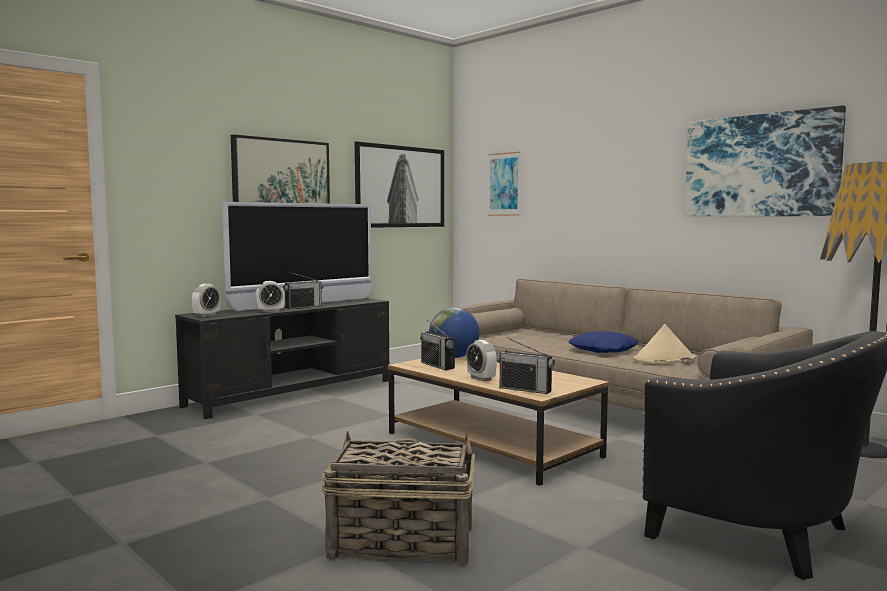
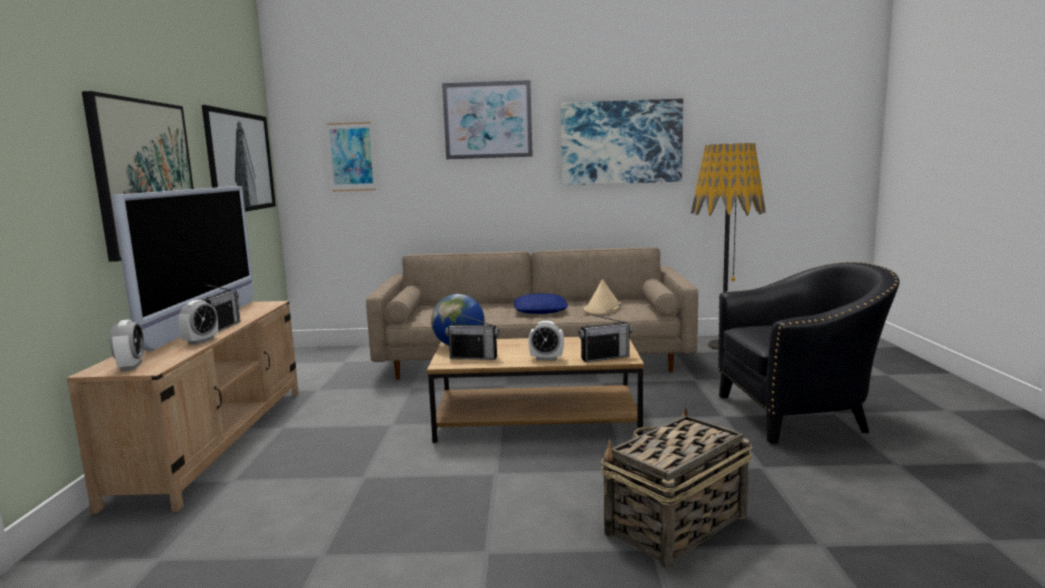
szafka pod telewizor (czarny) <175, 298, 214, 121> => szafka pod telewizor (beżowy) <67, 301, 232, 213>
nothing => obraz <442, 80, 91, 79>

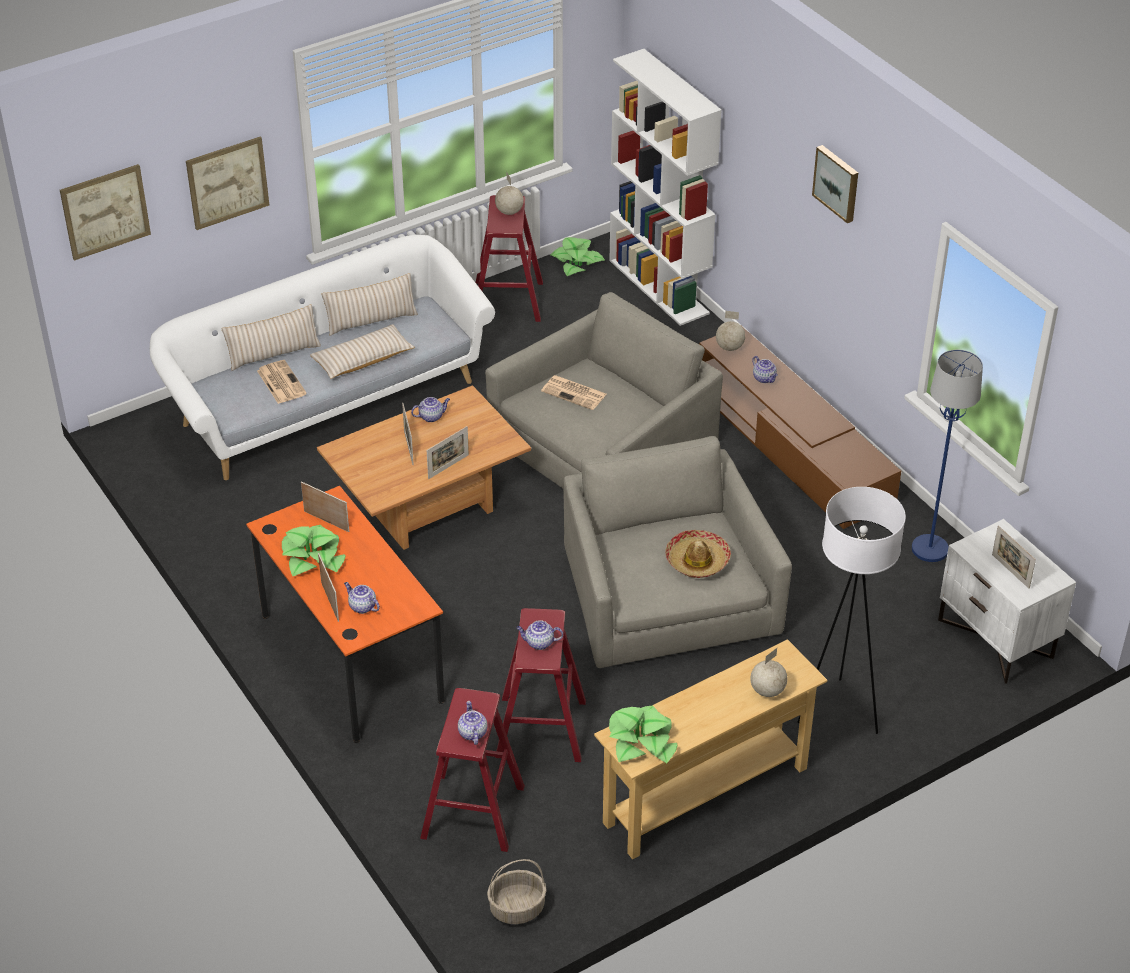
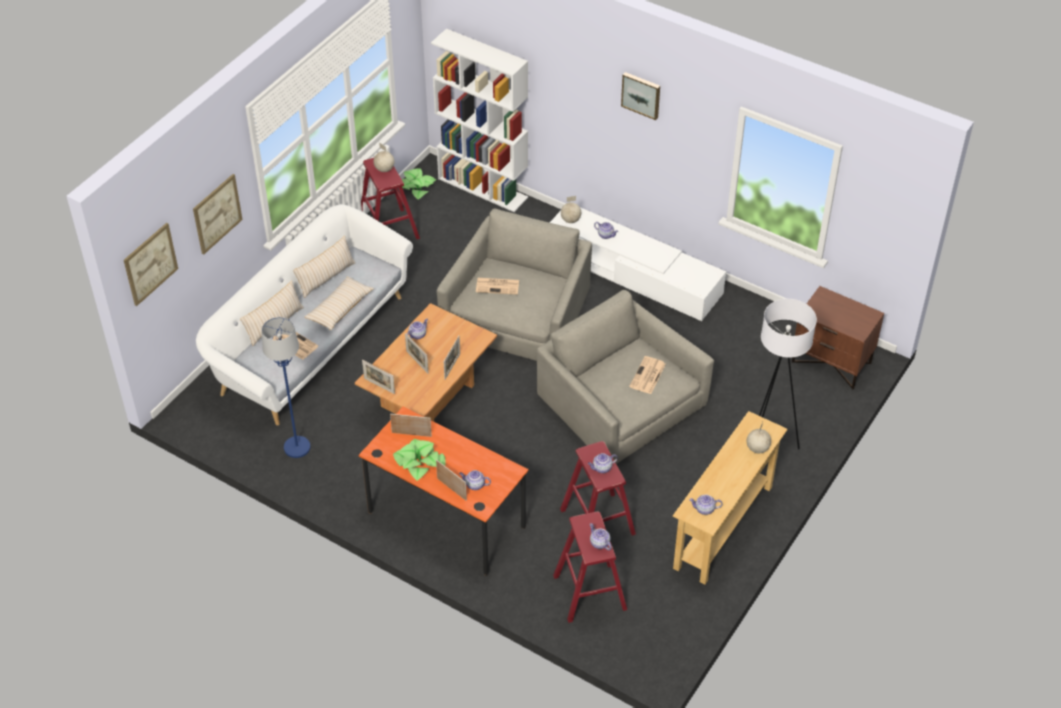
koszyk <487, 859, 60, 65> => nothing
roślina doniczkowa <609, 706, 69, 57> => imbryk <689, 495, 33, 20>
kapelusz <665, 530, 66, 48> => gazeta <629, 356, 37, 38>
szafka pod telewizor (brązowy) <699, 328, 202, 201> => szafka pod telewizor (biały) <550, 202, 176, 119>
lampa stojąca (niebieski) <912, 350, 71, 212> => lampa stojąca (niebieski) <262, 317, 49, 141>, relocated
szafka nocna (biały) <938, 519, 138, 165> => szafka nocna (brązowy) <792, 286, 92, 103>
ramka na zdjęcie <992, 525, 44, 64> => ramka na zdjęcie <362, 360, 33, 34>, relocated

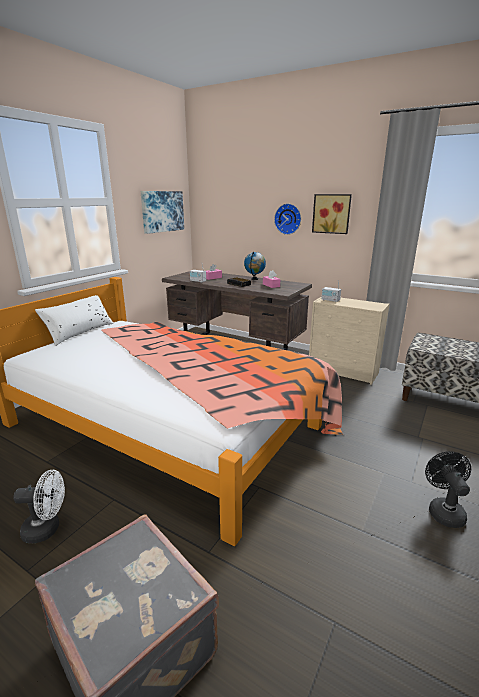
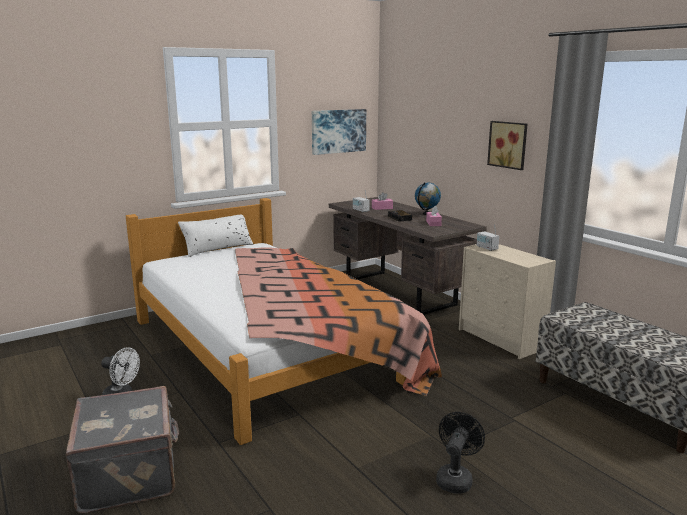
zegar ścienny <274, 204, 27, 31> => nothing

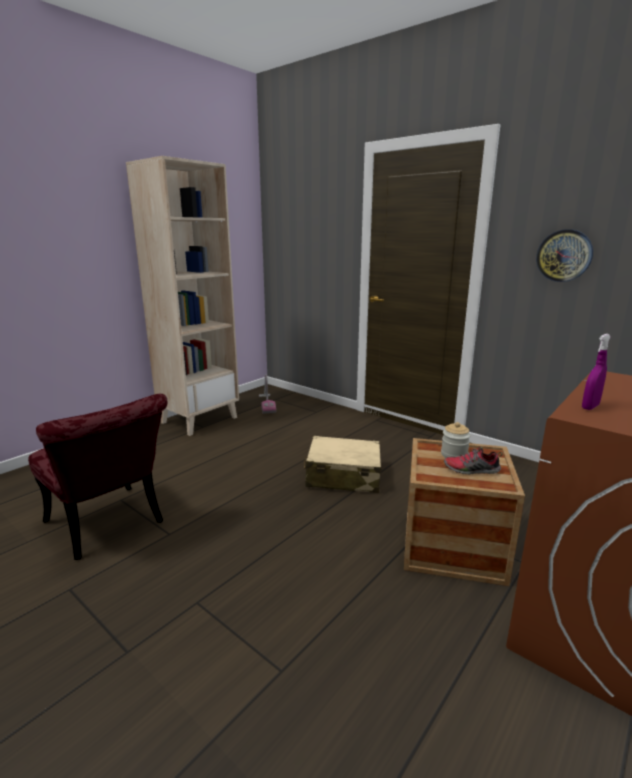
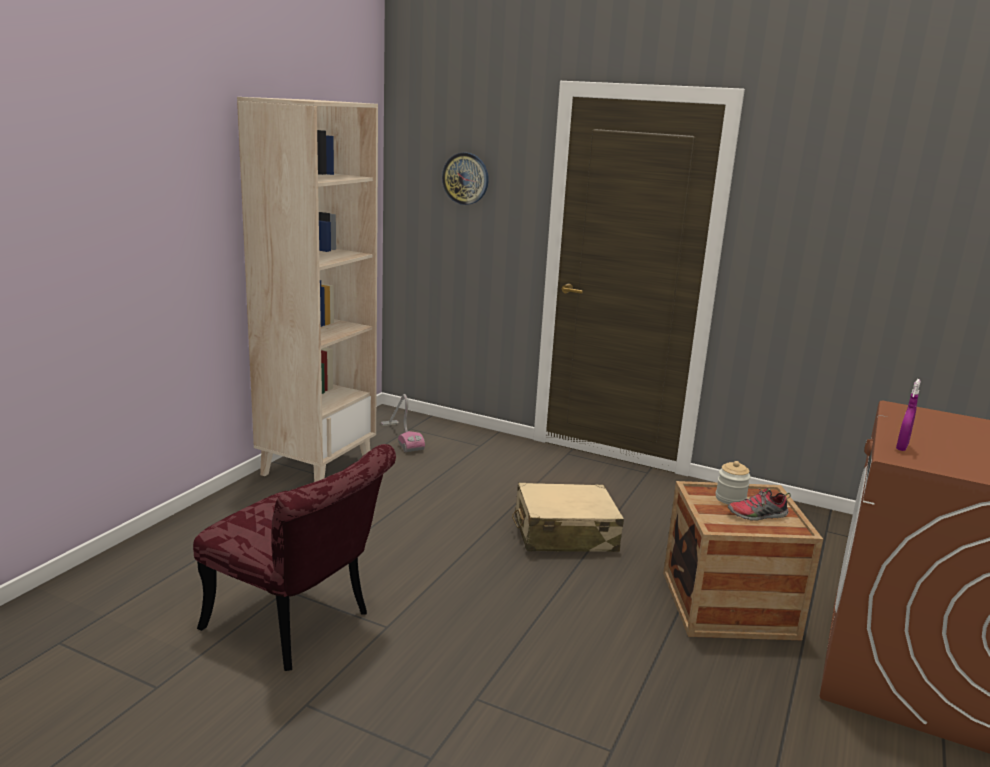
zegar ścienny <536, 229, 57, 53> => zegar ścienny <442, 152, 47, 53>, relocated

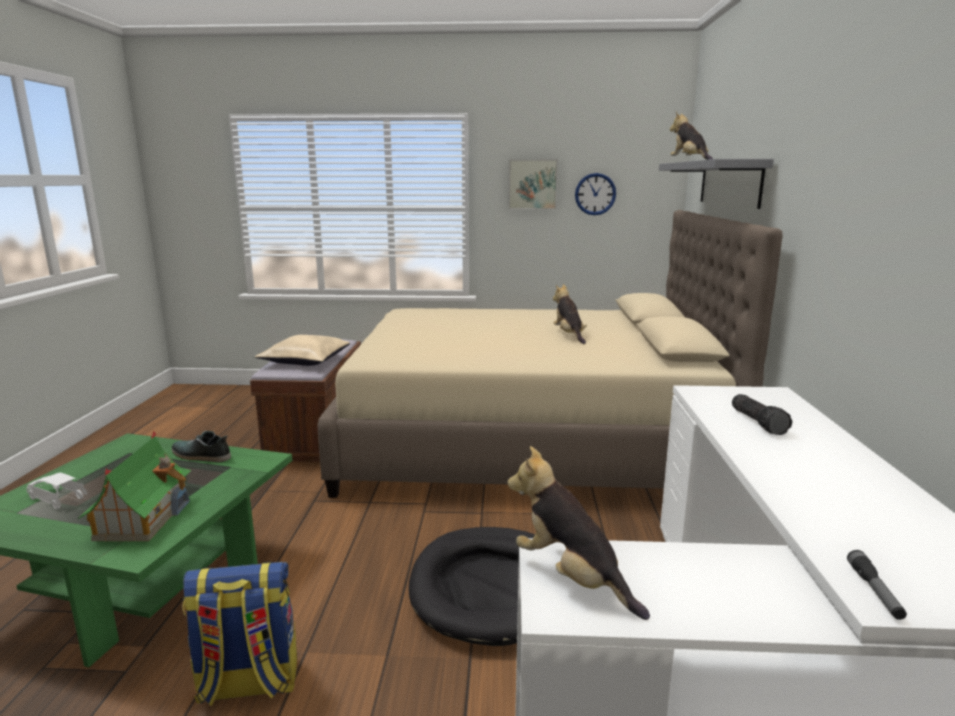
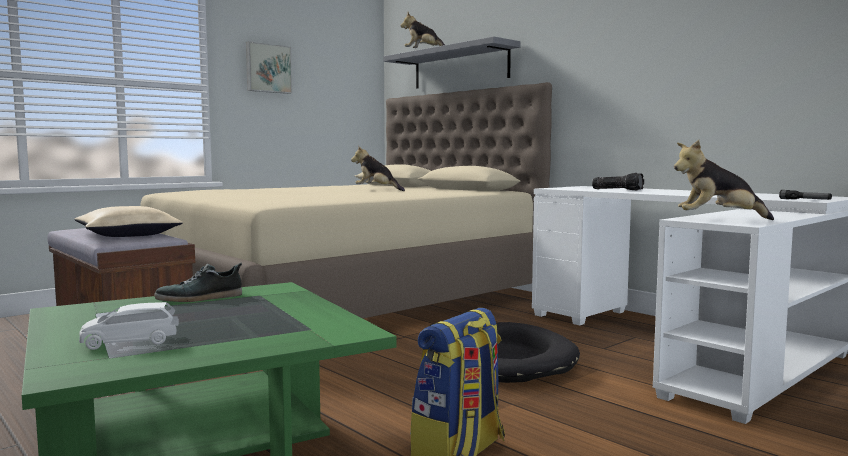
domek <77, 431, 115, 110> => nothing
zegar ścienny <575, 173, 41, 42> => nothing

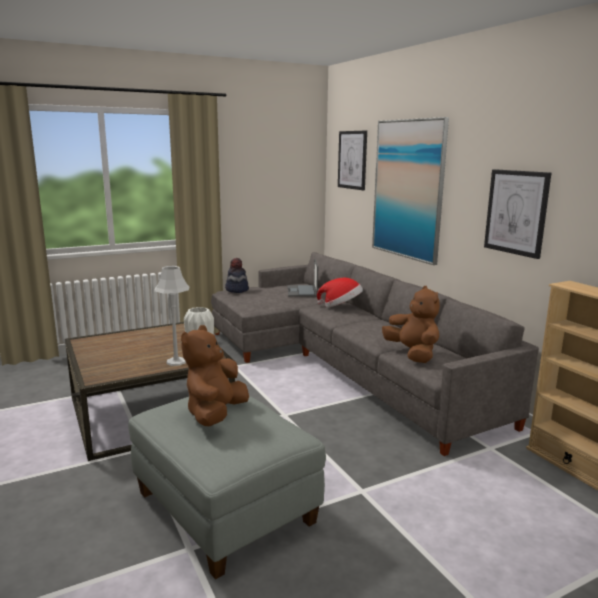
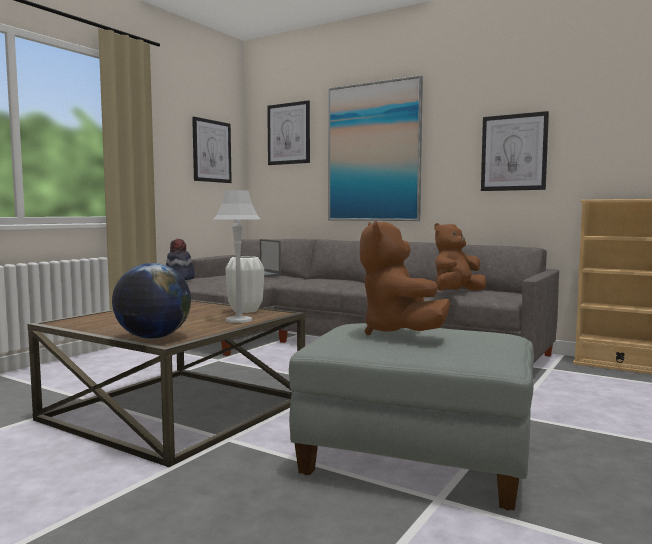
kapelusz <317, 277, 46, 30> => nothing
pluszak (brązowy) <382, 286, 58, 77> => pluszak (brązowy) <434, 223, 52, 68>, 75 degrees counterclockwise
nothing => globus <112, 263, 79, 76>
nothing => obraz <192, 117, 40, 66>

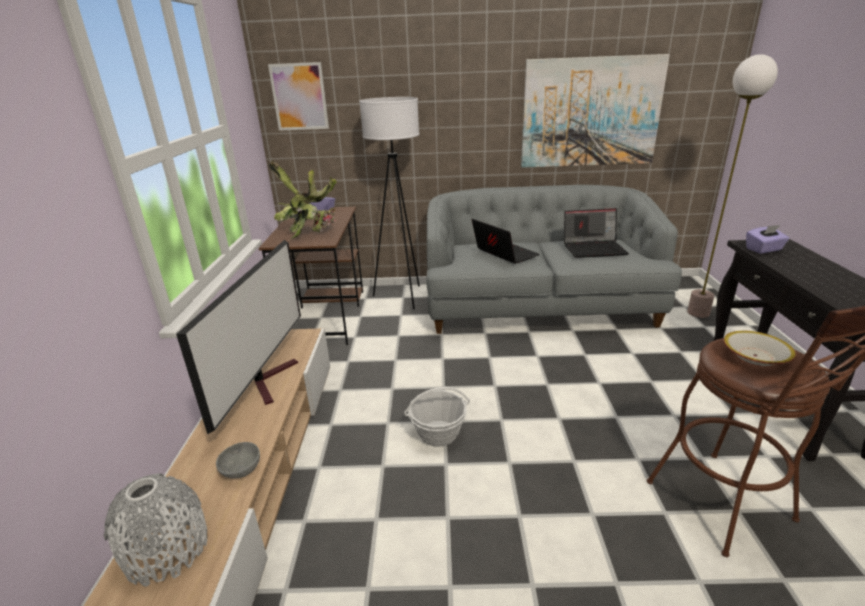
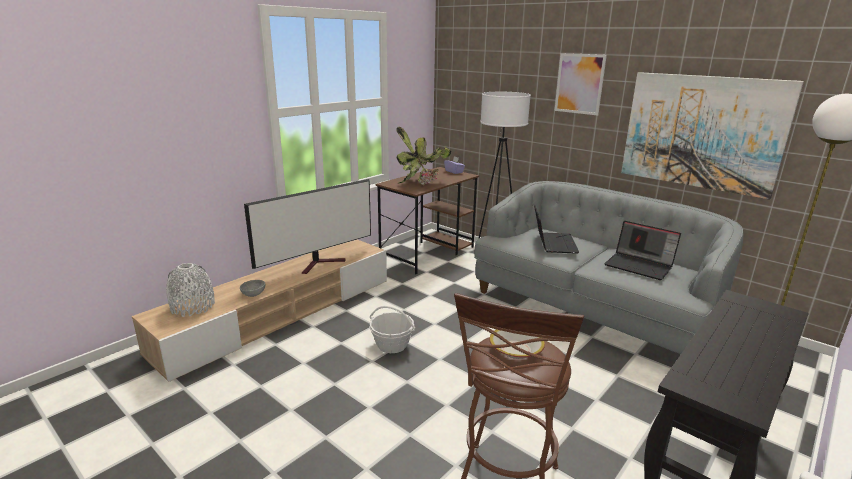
obraz <268, 62, 61, 69> => obraz <555, 53, 52, 62>, relocated
pudełko chusteczek (fioletowy) <746, 225, 44, 29> => nothing

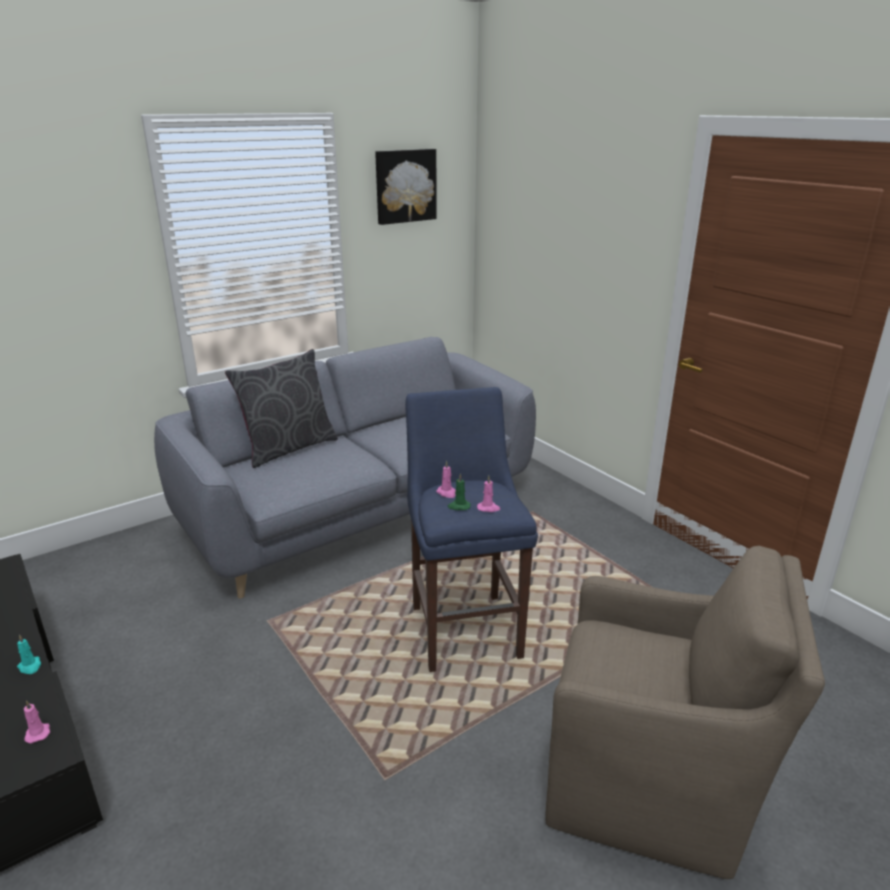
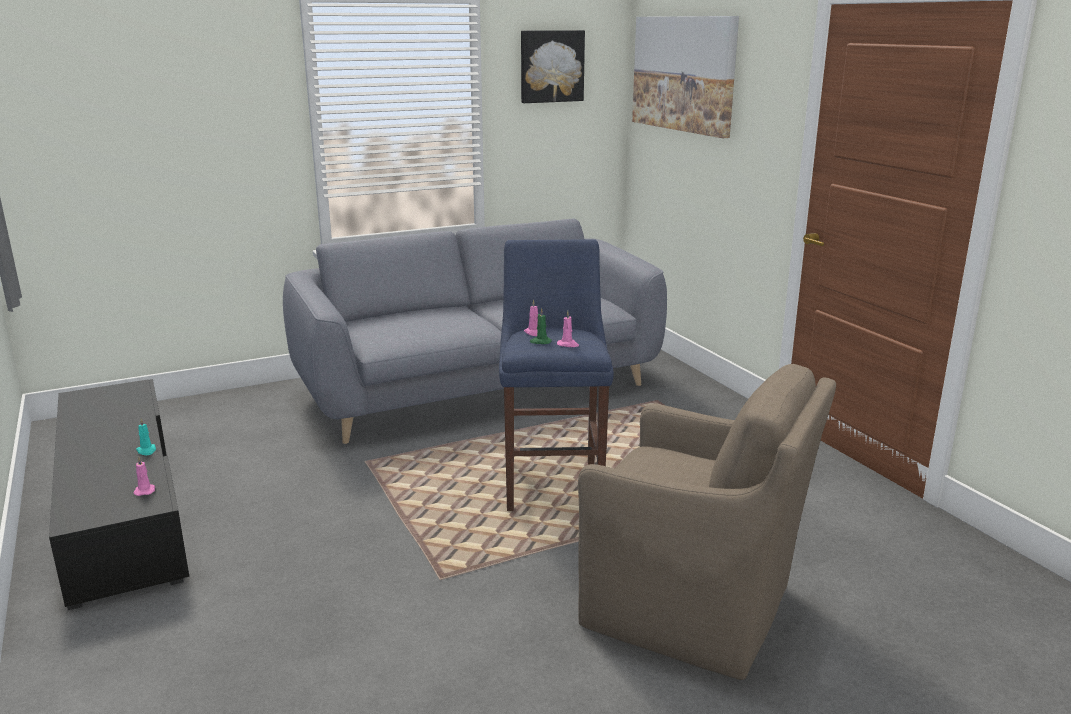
poduszka (szary) <225, 349, 113, 119> => nothing
nothing => obraz <632, 16, 107, 122>

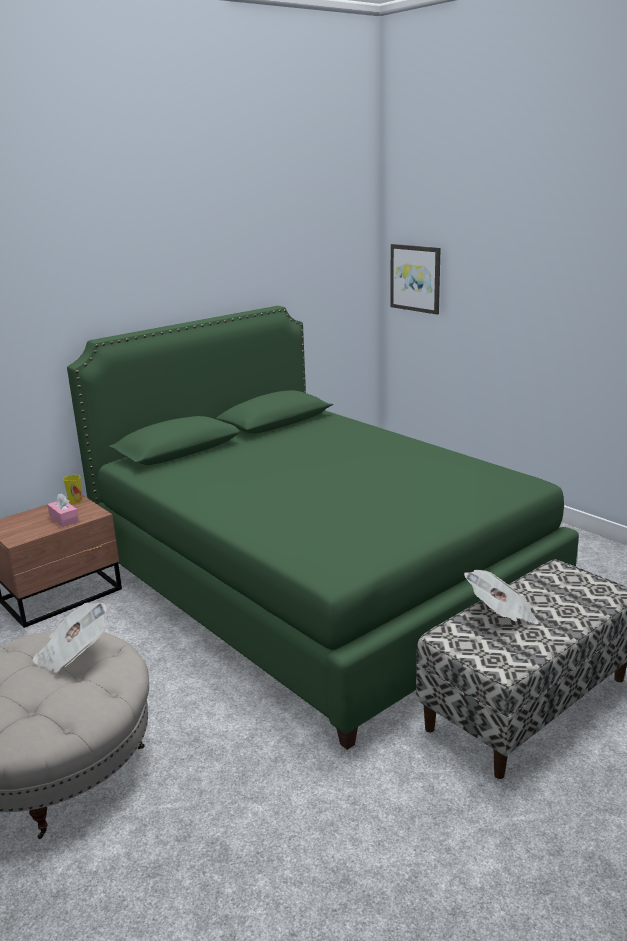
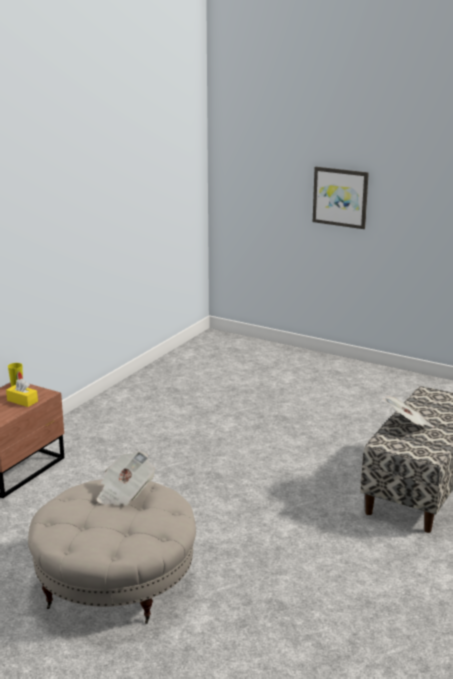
pudełko chusteczek (różowy) <47, 494, 32, 33> => pudełko chusteczek (żółty) <6, 379, 32, 28>
łóżko (zielony) <67, 306, 512, 444> => nothing
obraz <391, 244, 50, 70> => obraz <313, 167, 56, 62>, relocated

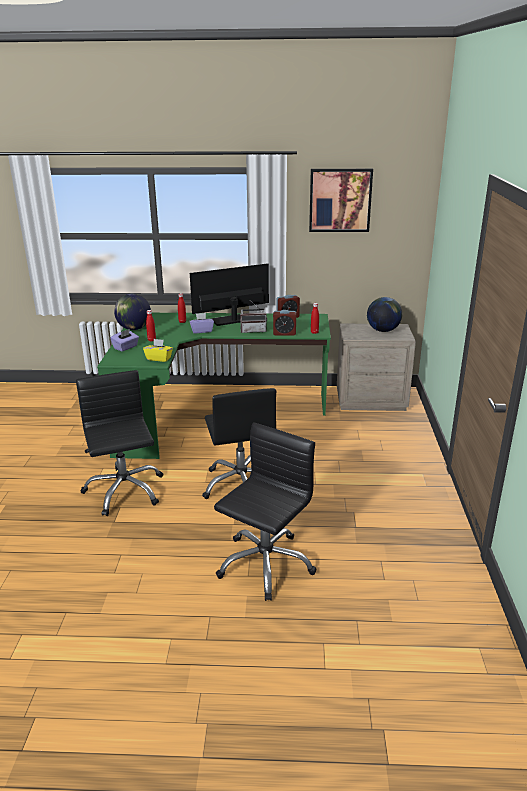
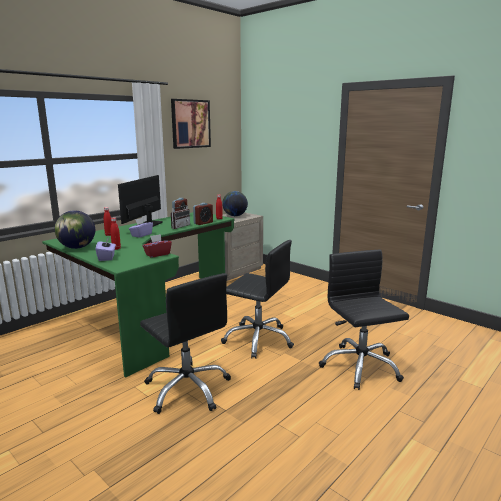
krzesło biurowe (czarny) <76, 370, 87, 146> => krzesło biurowe (czarny) <140, 273, 91, 141>, 150 degrees counterclockwise
pudełko chusteczek (żółty) <143, 339, 30, 23> => pudełko chusteczek (czerwony) <143, 234, 29, 23>

